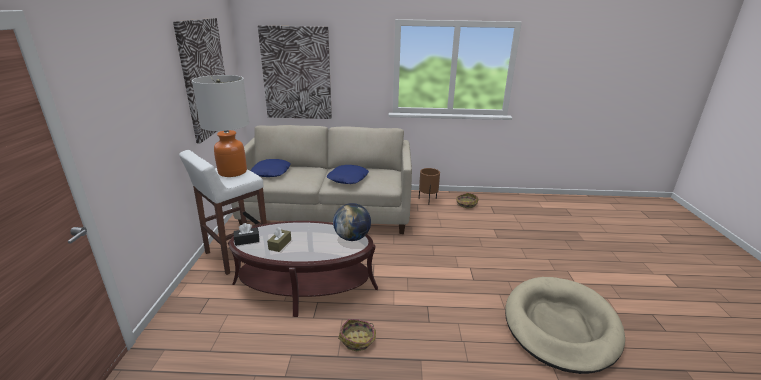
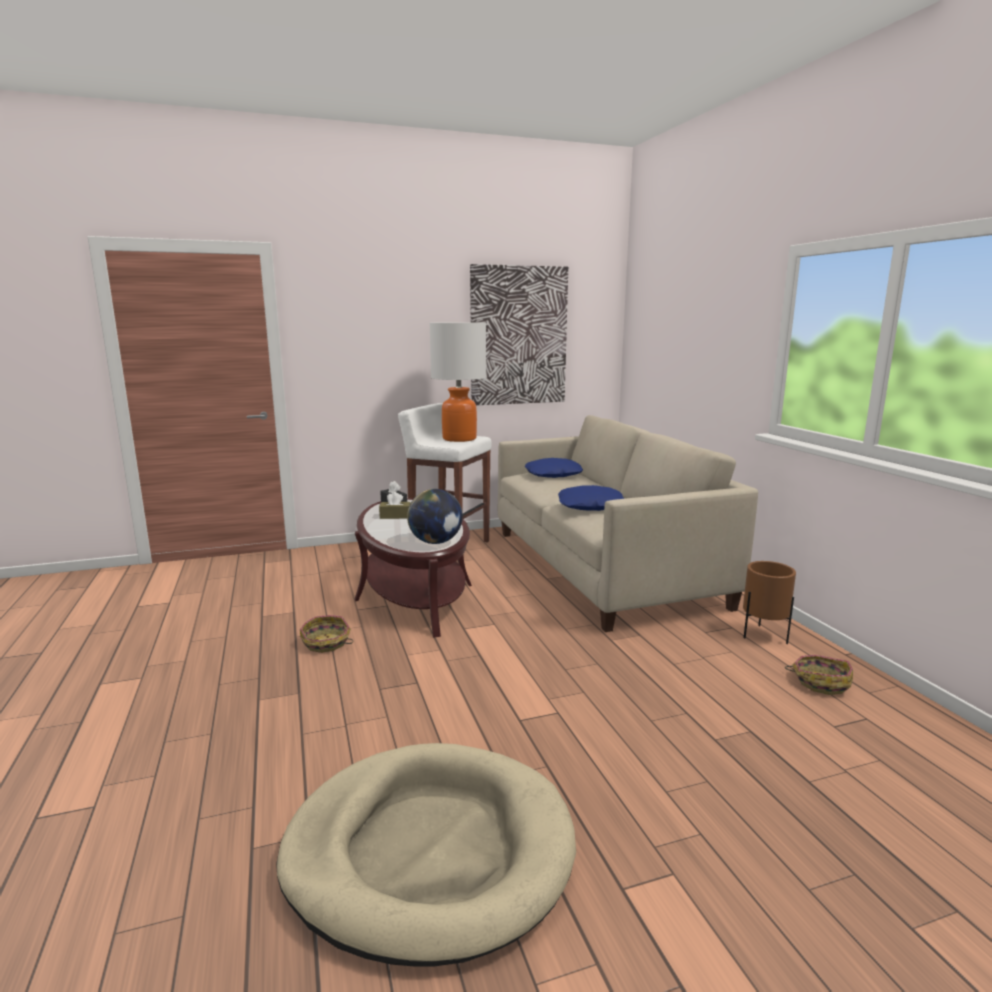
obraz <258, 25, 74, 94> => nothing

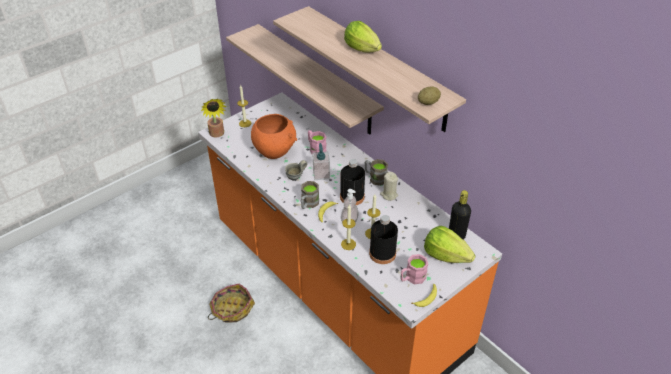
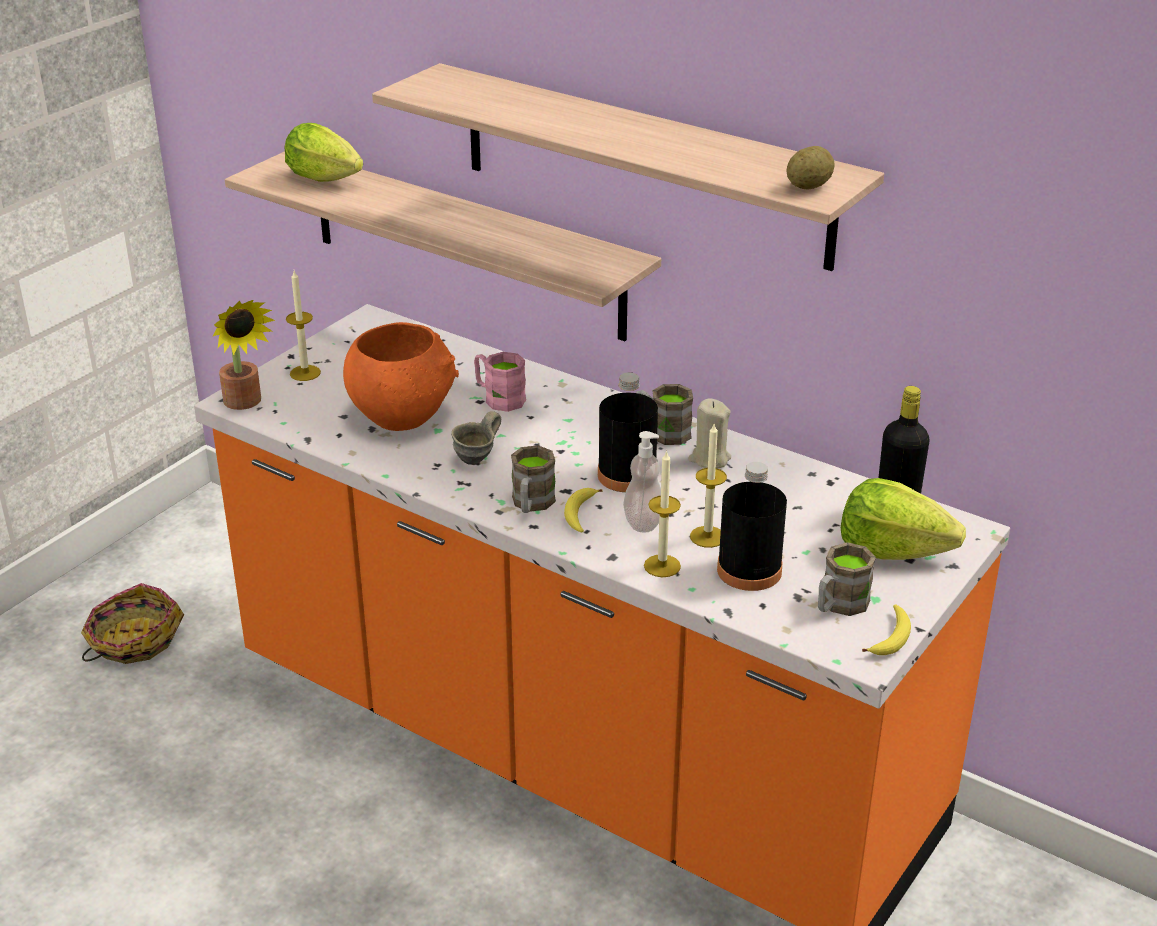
koszyk <208, 284, 47, 39> => koszyk <81, 583, 103, 81>, relocated
dozownik mydła <313, 143, 17, 37> => nothing
sałata <344, 21, 38, 31> => sałata <285, 123, 78, 59>, relocated
kubek (różowy) <401, 254, 27, 30> => kubek (brązowy) <818, 542, 58, 74>

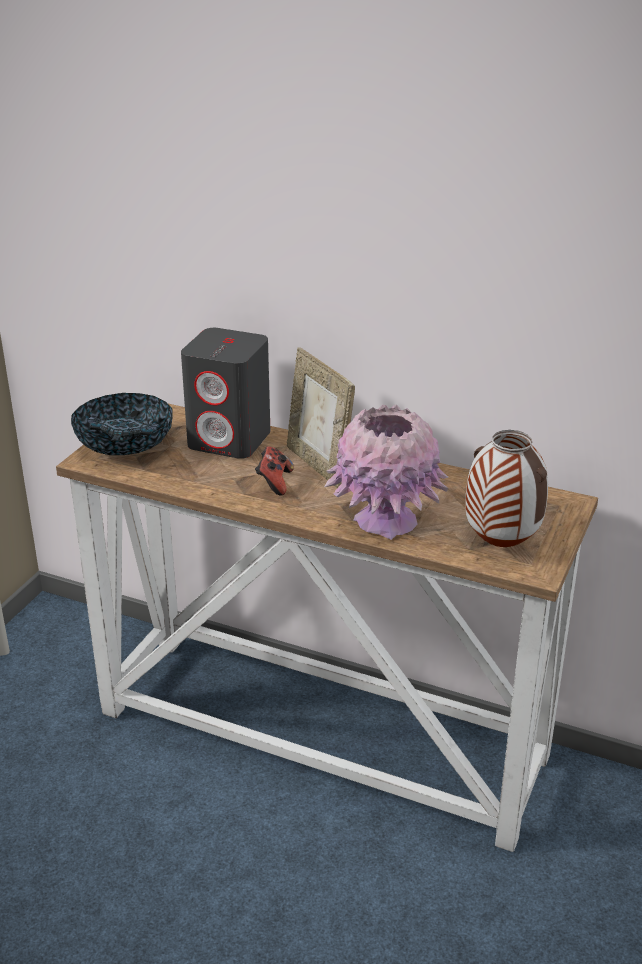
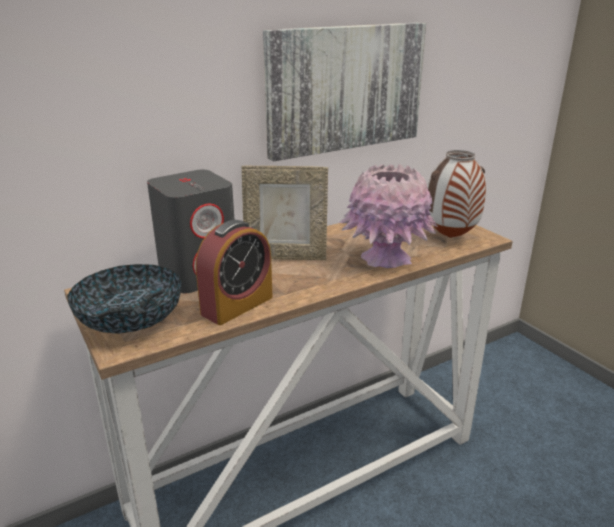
pad do gier <255, 446, 39, 50> => nothing
nothing => budzik <196, 220, 77, 105>
nothing => obraz <263, 22, 163, 140>

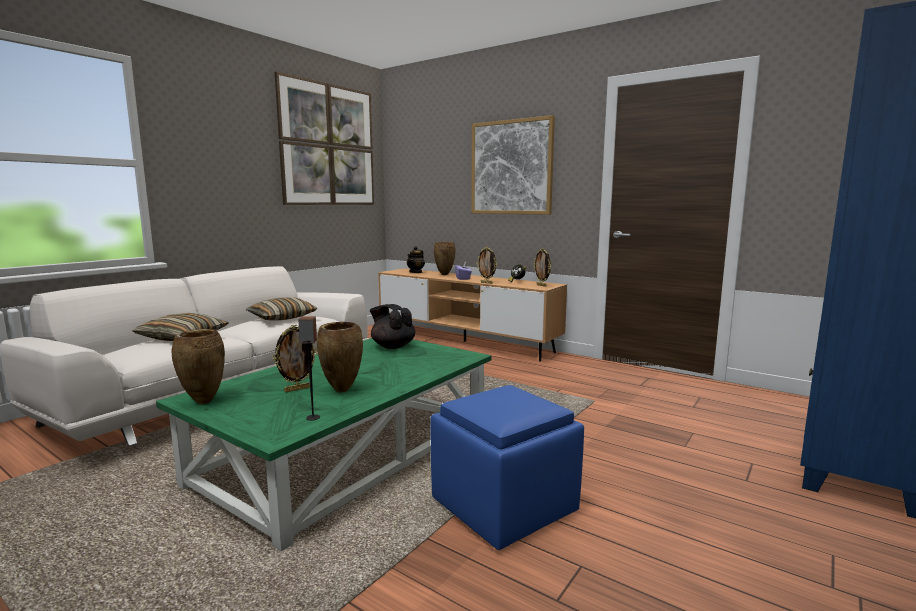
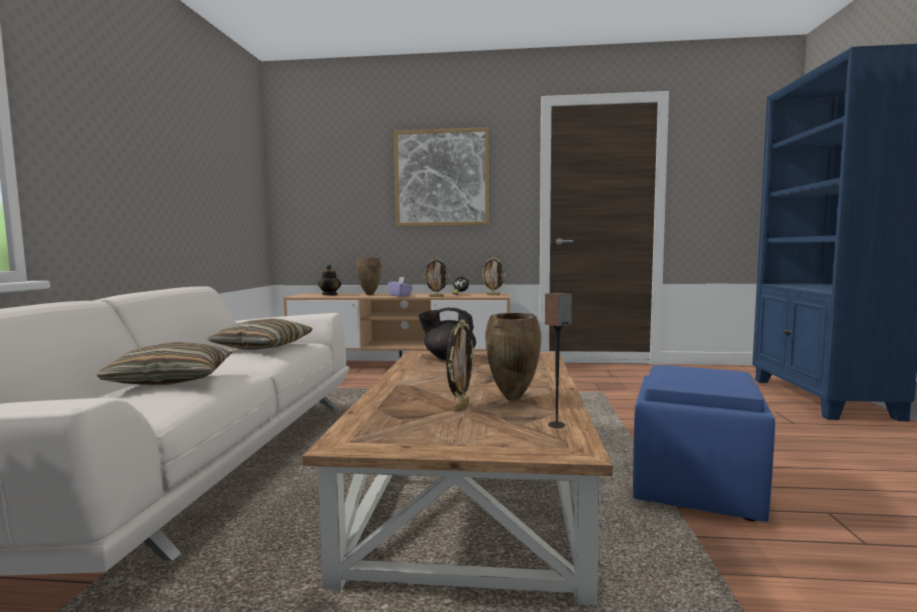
ława (zielony) <156, 338, 336, 213> => ława (brązowy) <302, 351, 311, 254>
wazon (brązowy) <172, 329, 53, 75> => nothing
obraz <275, 71, 99, 134> => nothing

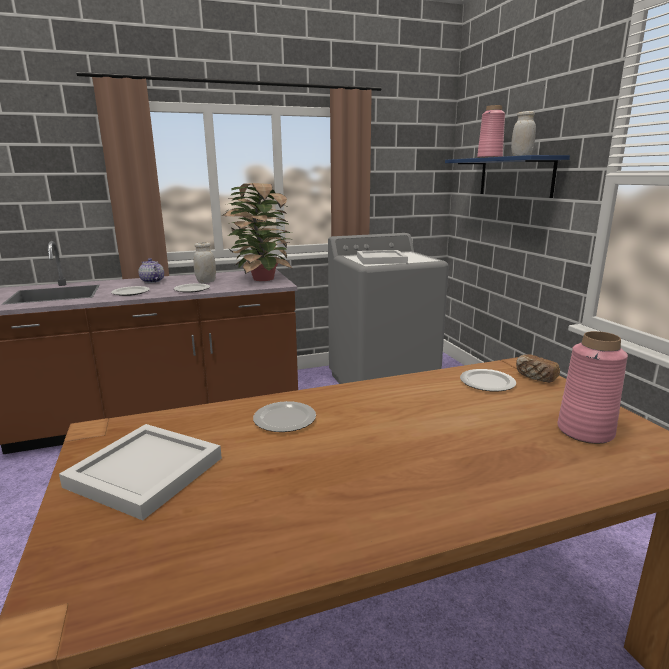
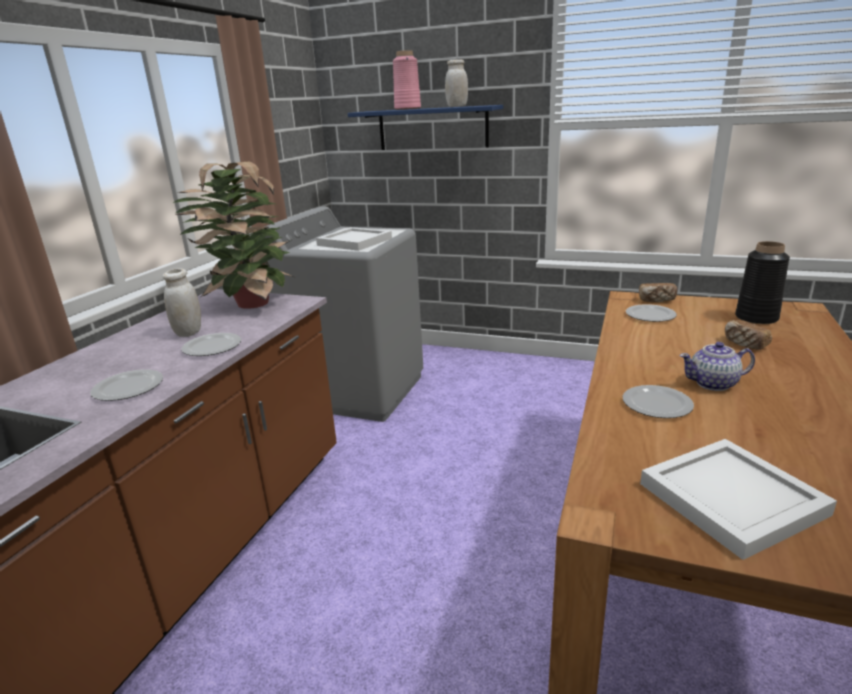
imbryk <138, 258, 26, 25> => imbryk <680, 342, 75, 49>, relocated
wazon (różowy) <558, 331, 70, 113> => wazon (czarny) <735, 241, 55, 83>
nothing => chleb <725, 320, 47, 30>

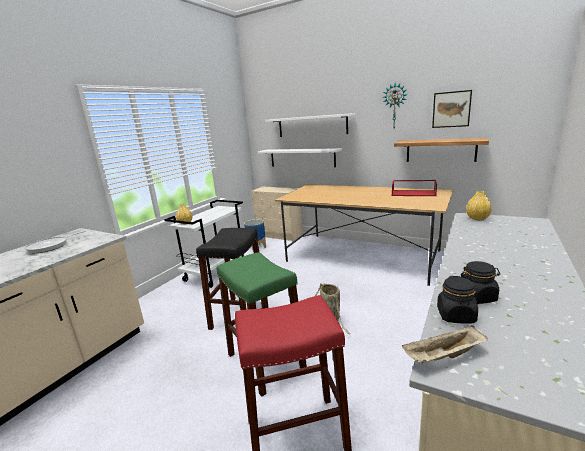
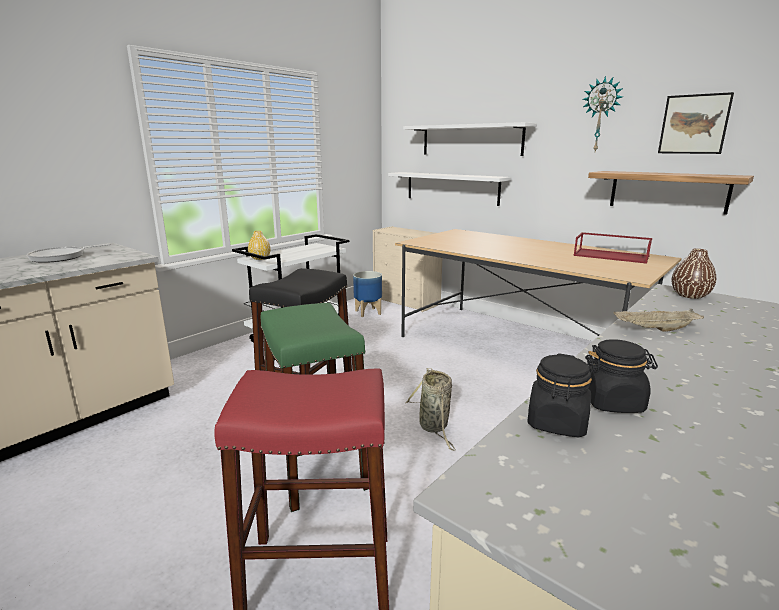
taca (beżowy) <402, 325, 86, 39> => taca (beżowy) <613, 309, 91, 23>, relocated
wazon (żółty) <466, 191, 26, 29> => wazon (brązowy) <672, 249, 44, 50>

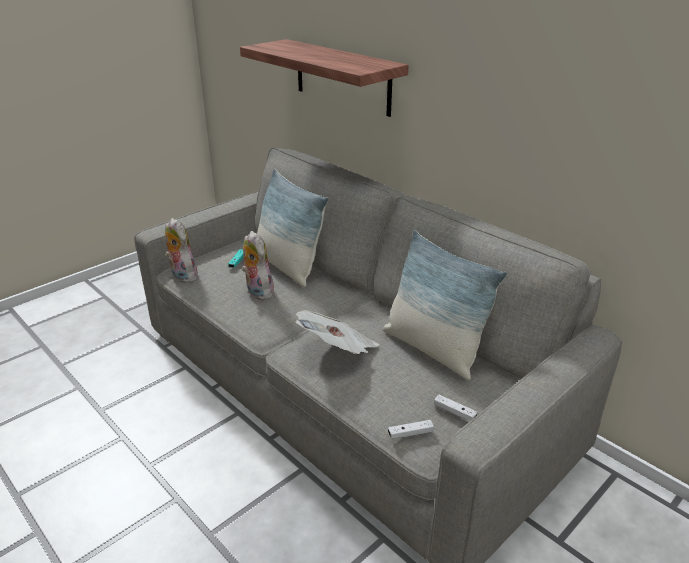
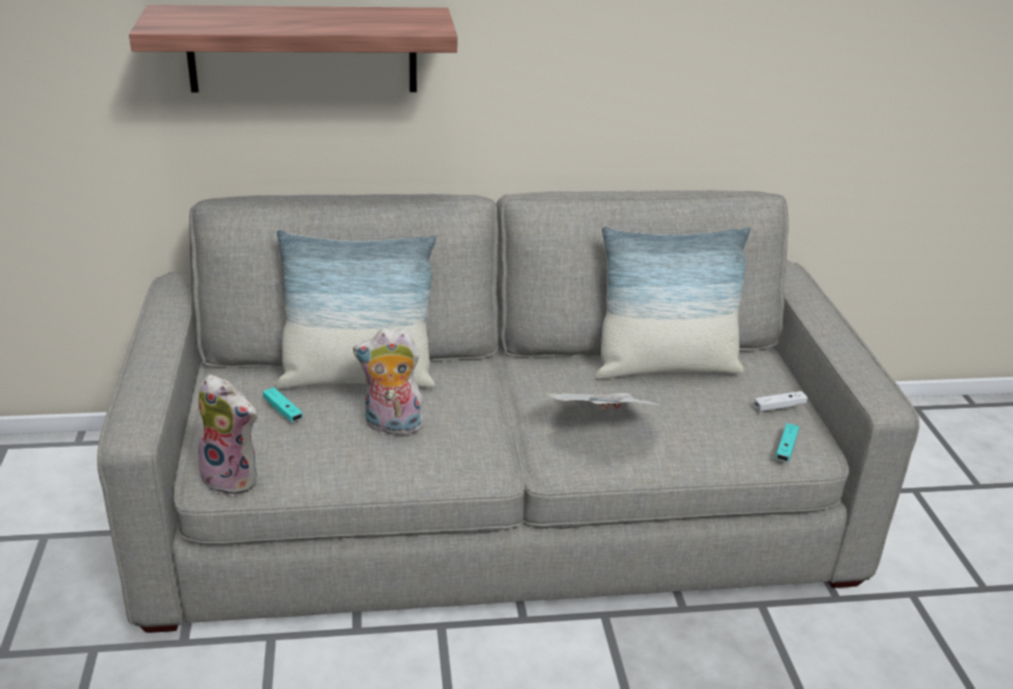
pluszak <165, 218, 33, 65> => pluszak <198, 375, 59, 121>, 150 degrees counterclockwise
pad do gier (biały) <388, 420, 46, 18> => pad do gier (turkusowy) <775, 423, 24, 39>

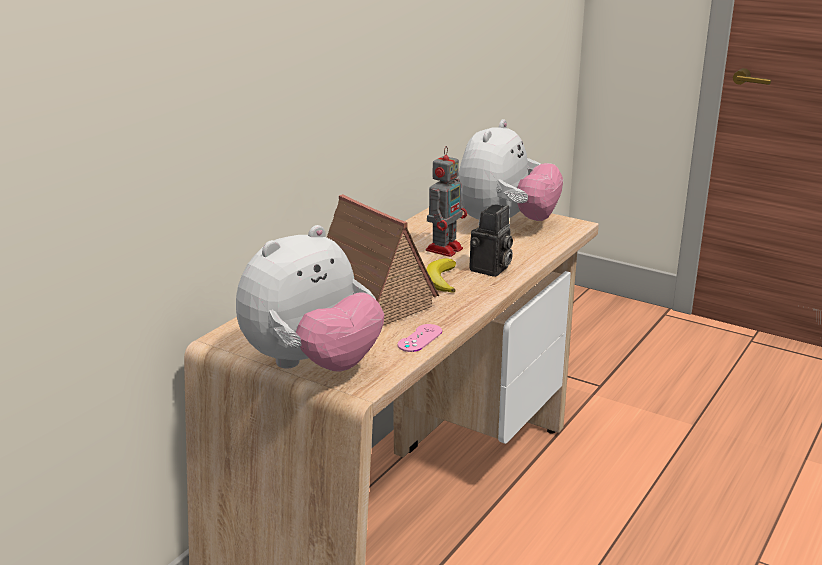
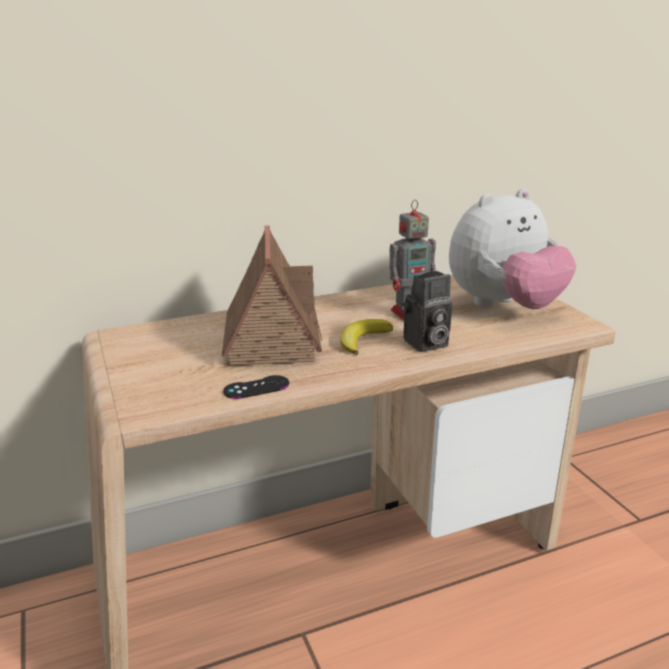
pluszak <236, 225, 148, 147> => nothing
pad do gier (różowy) <398, 324, 44, 28> => pad do gier (czarny) <223, 375, 66, 24>

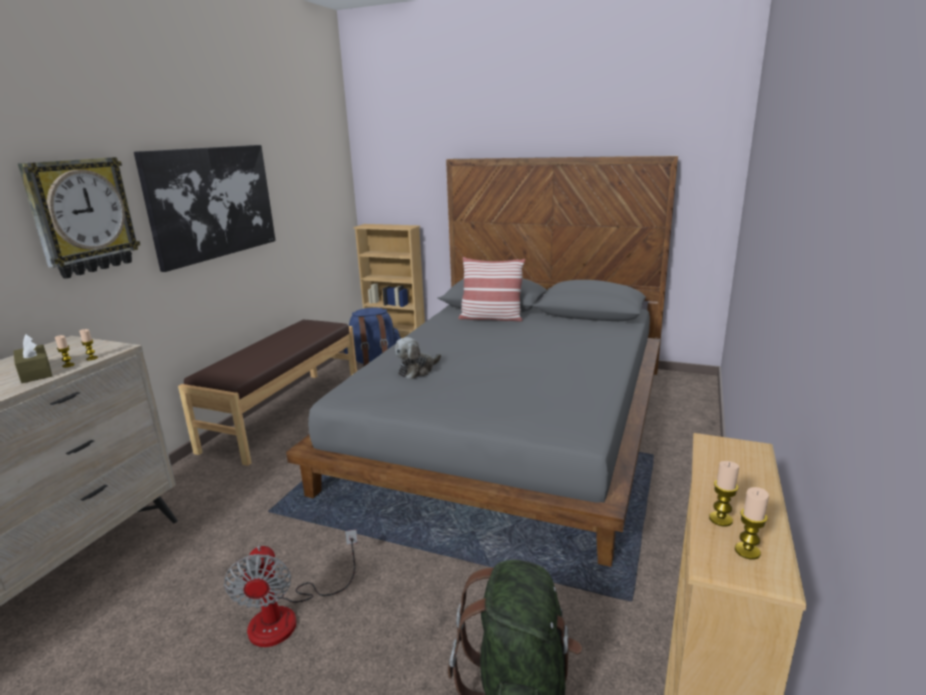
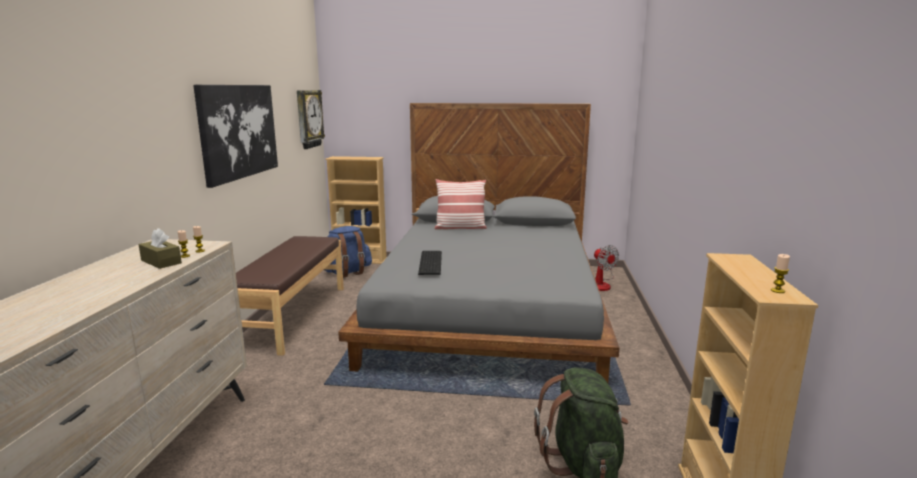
zegar ścienny <18, 157, 122, 122> => zegar ścienny <297, 90, 28, 59>, relocated
wentylator <224, 530, 134, 117> => wentylator <594, 245, 25, 46>, relocated
pluszak <395, 337, 46, 42> => klawiatura <418, 251, 24, 24>
świeca <709, 461, 30, 65> => nothing

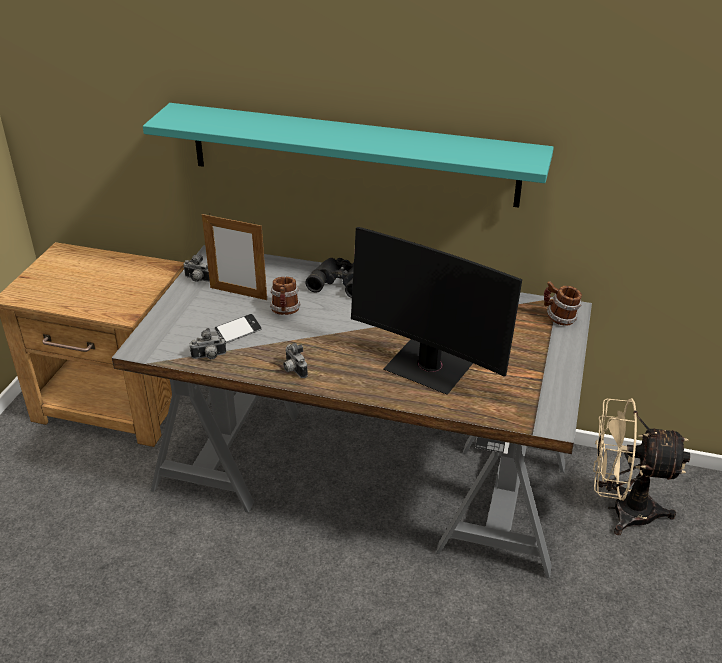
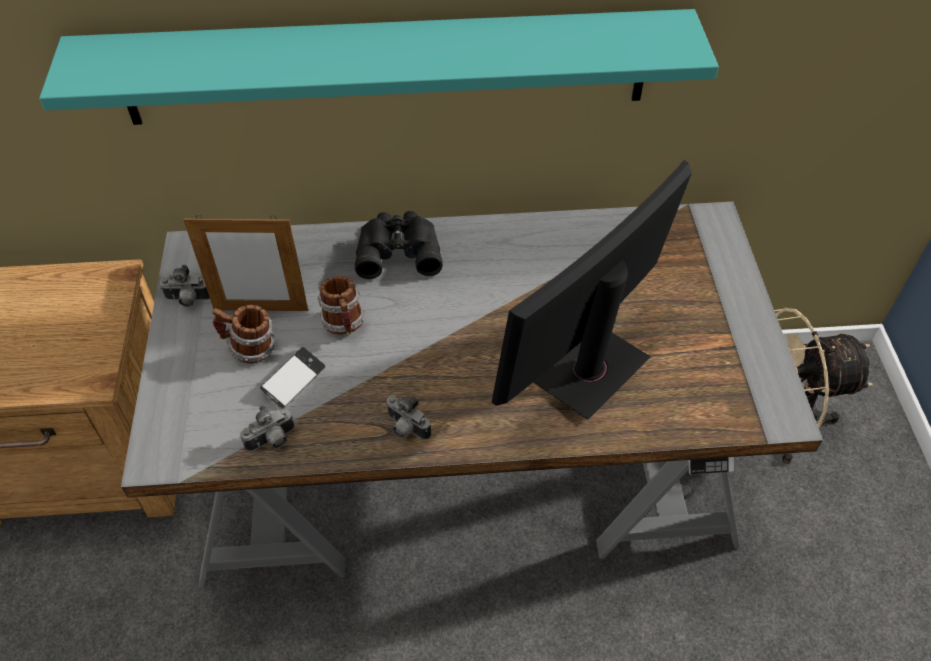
monitor <351, 227, 171, 168> => monitor <492, 160, 200, 260>, 120 degrees clockwise
kubek <544, 281, 38, 45> => kubek <212, 305, 62, 58>, relocated

